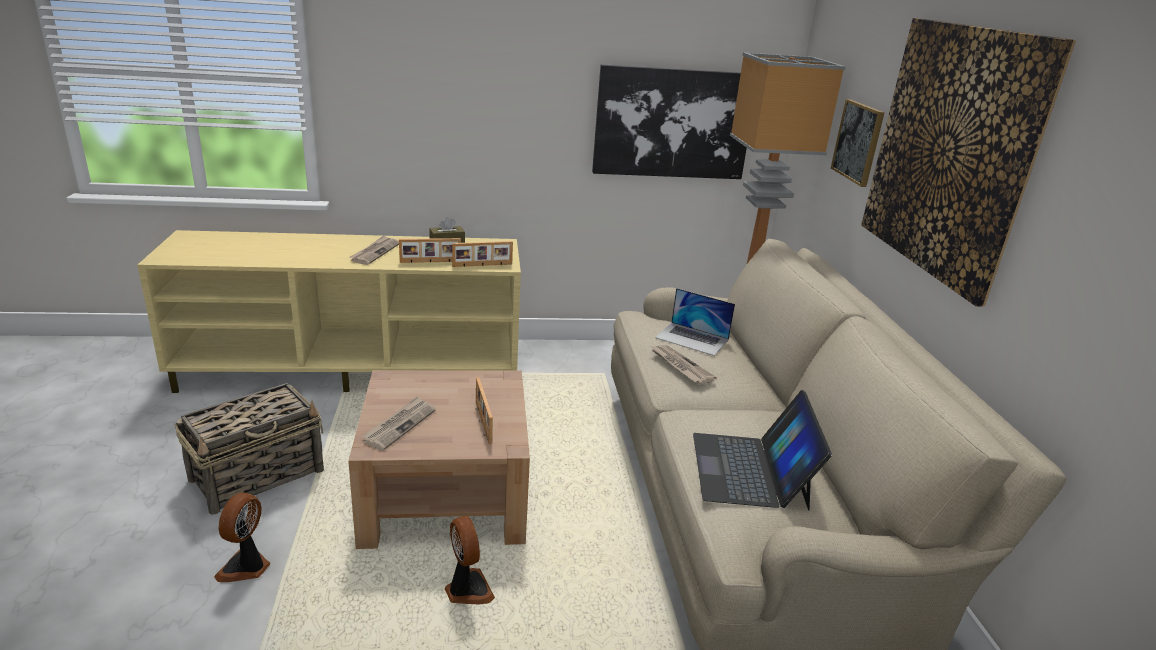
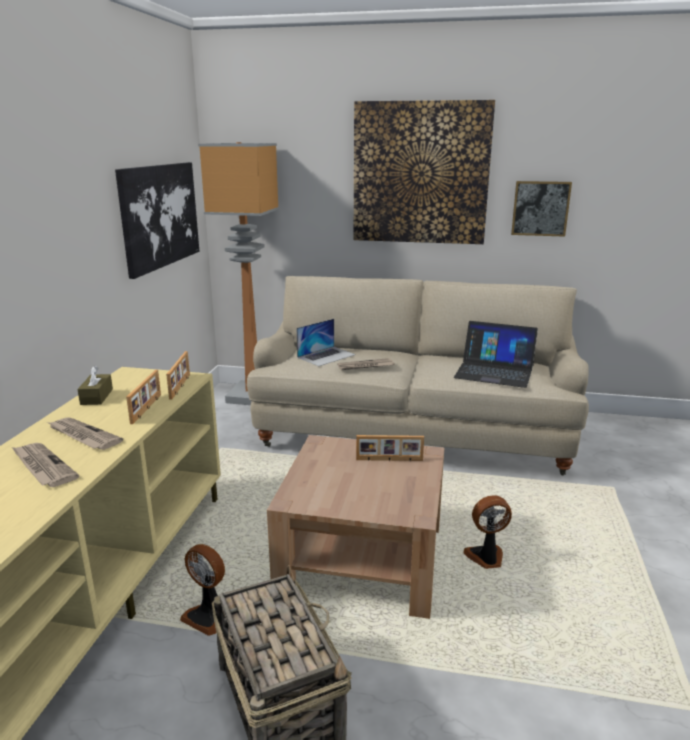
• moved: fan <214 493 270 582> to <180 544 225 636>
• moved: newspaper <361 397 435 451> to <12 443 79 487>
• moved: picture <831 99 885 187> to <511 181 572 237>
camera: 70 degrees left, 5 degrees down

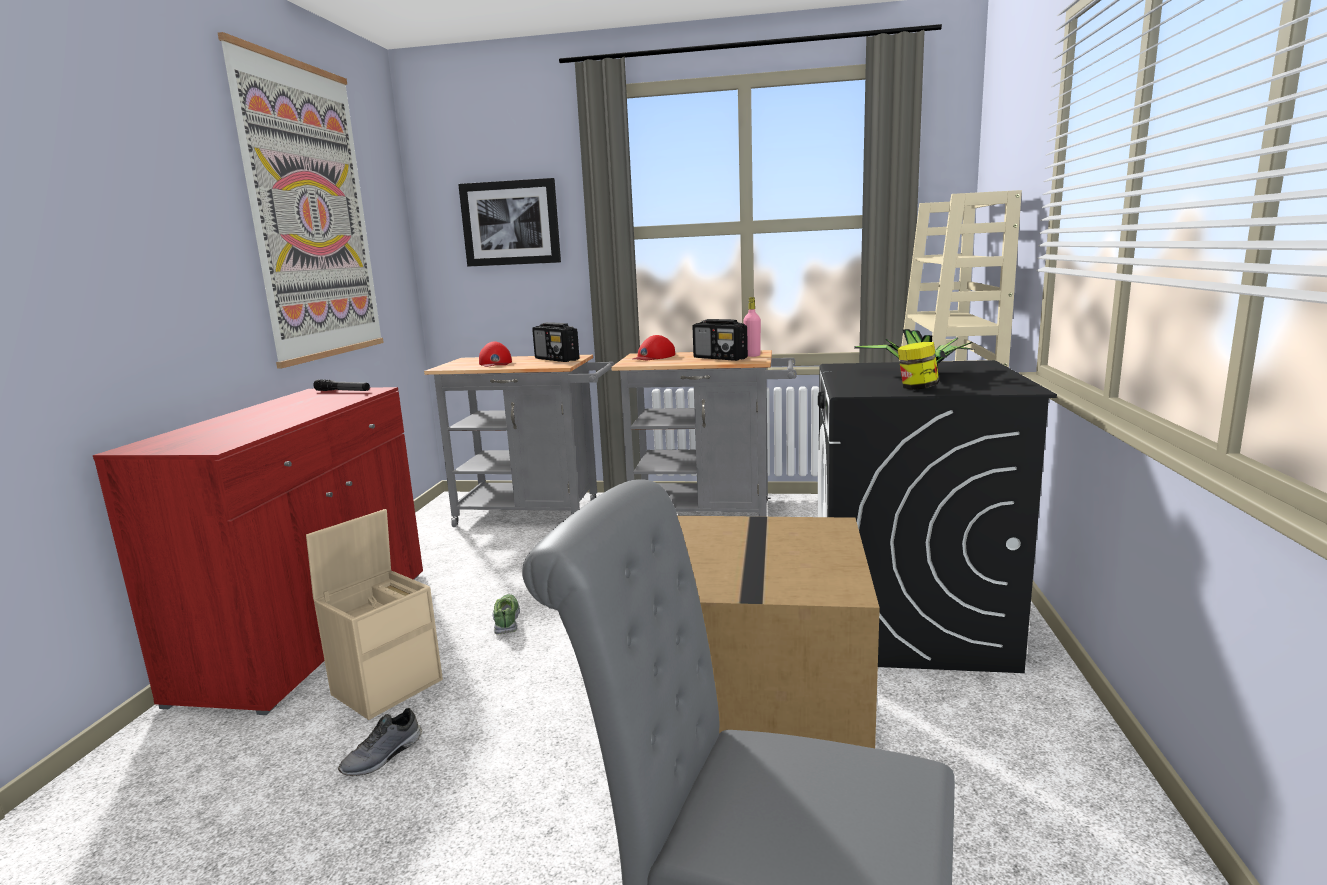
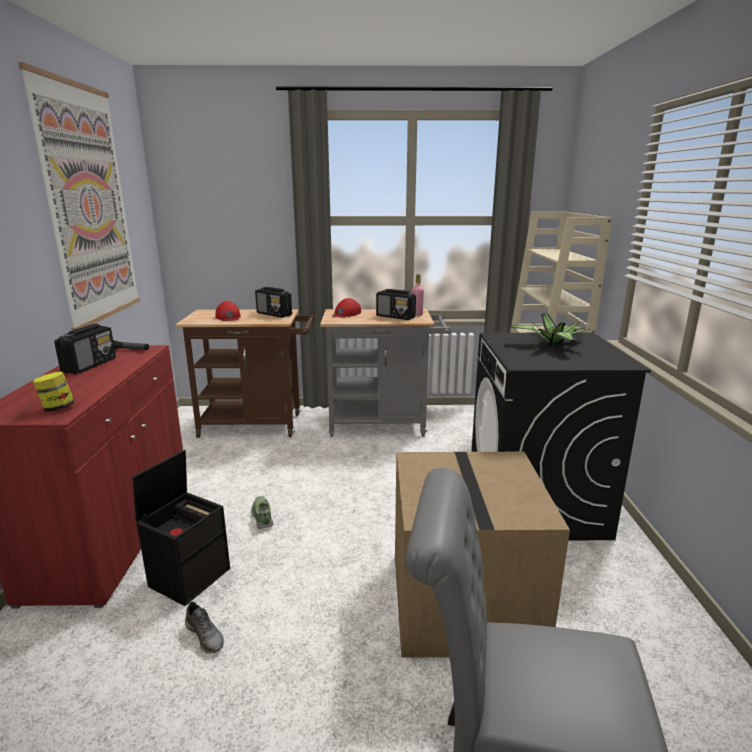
• recoloured: beige storage box <306 509 443 720> to black storage box <132 450 230 606>
• turned: grey shoe <338 708 422 776> = <185 602 224 654> 75 degrees counterclockwise
• recoloured: grey cart <424 355 615 527> to brown cart <175 309 315 438>
• removed: picture <458 178 561 267>
• moved: jar <898 342 939 390> to <33 372 74 412>
• added: radio <54 324 116 374>
camera: 10 degrees left, 5 degrees up

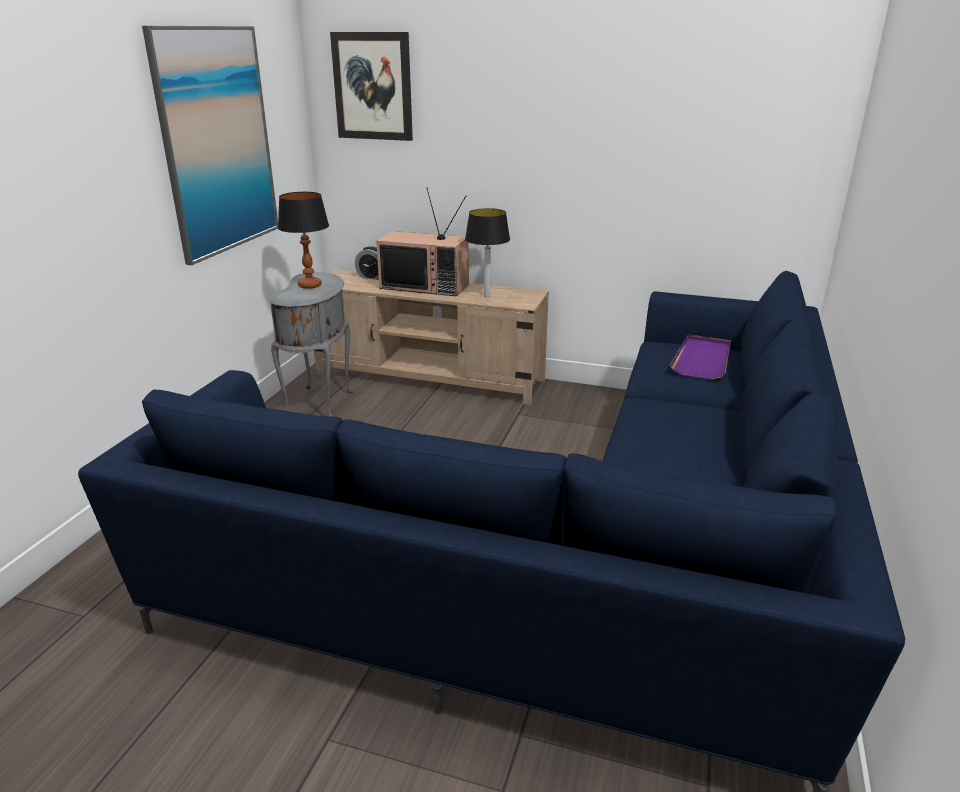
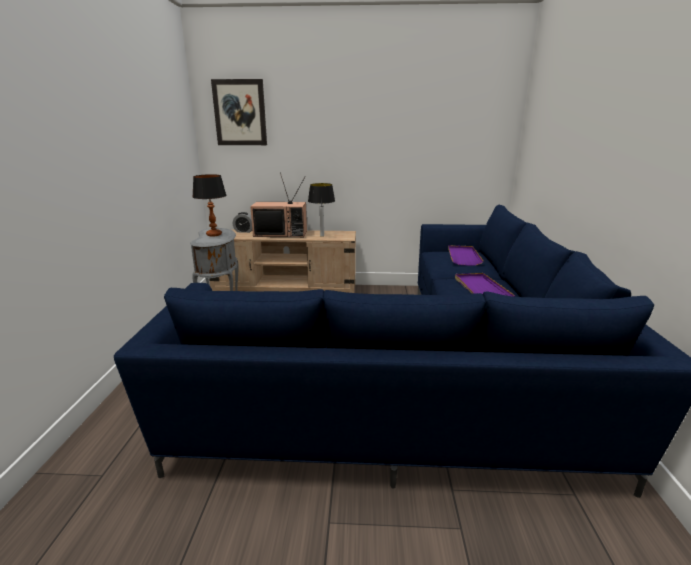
• removed: picture <142 25 278 265>
• added: purple tray <455 273 515 297>
camera: 15 degrees left, 5 degrees down

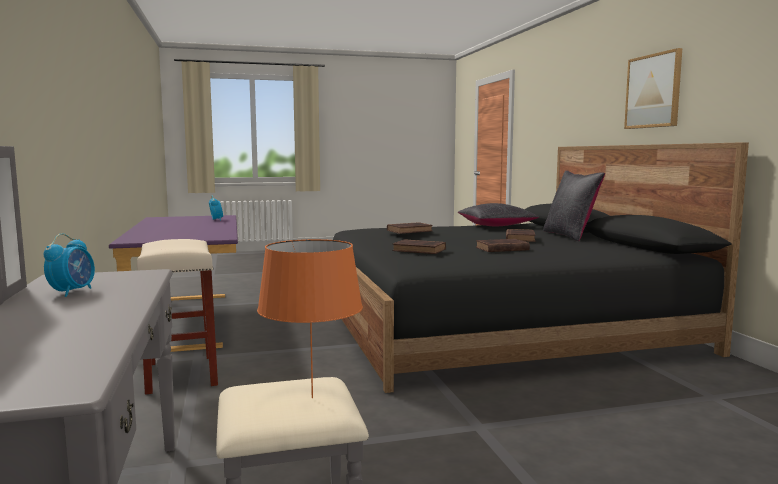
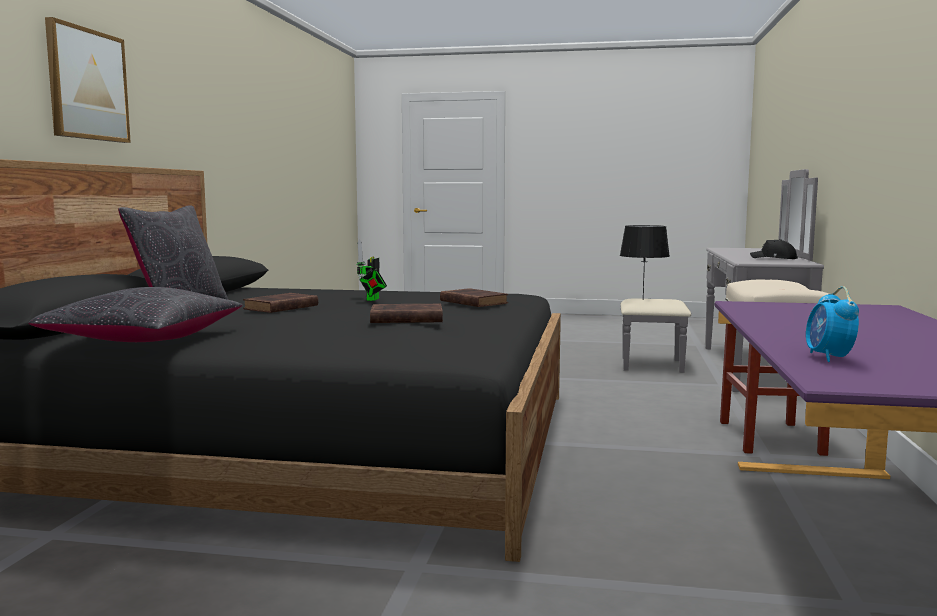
• replaced: alarm clock <44 233 95 297> to black cap <750 239 798 259>
• recoloured: orange table lamp <257 239 363 398> to black table lamp <620 225 670 297>
• replaced: brown book <476 239 530 252> to toy robot <356 239 387 301>
camera: 155 degrees left, 0 degrees up

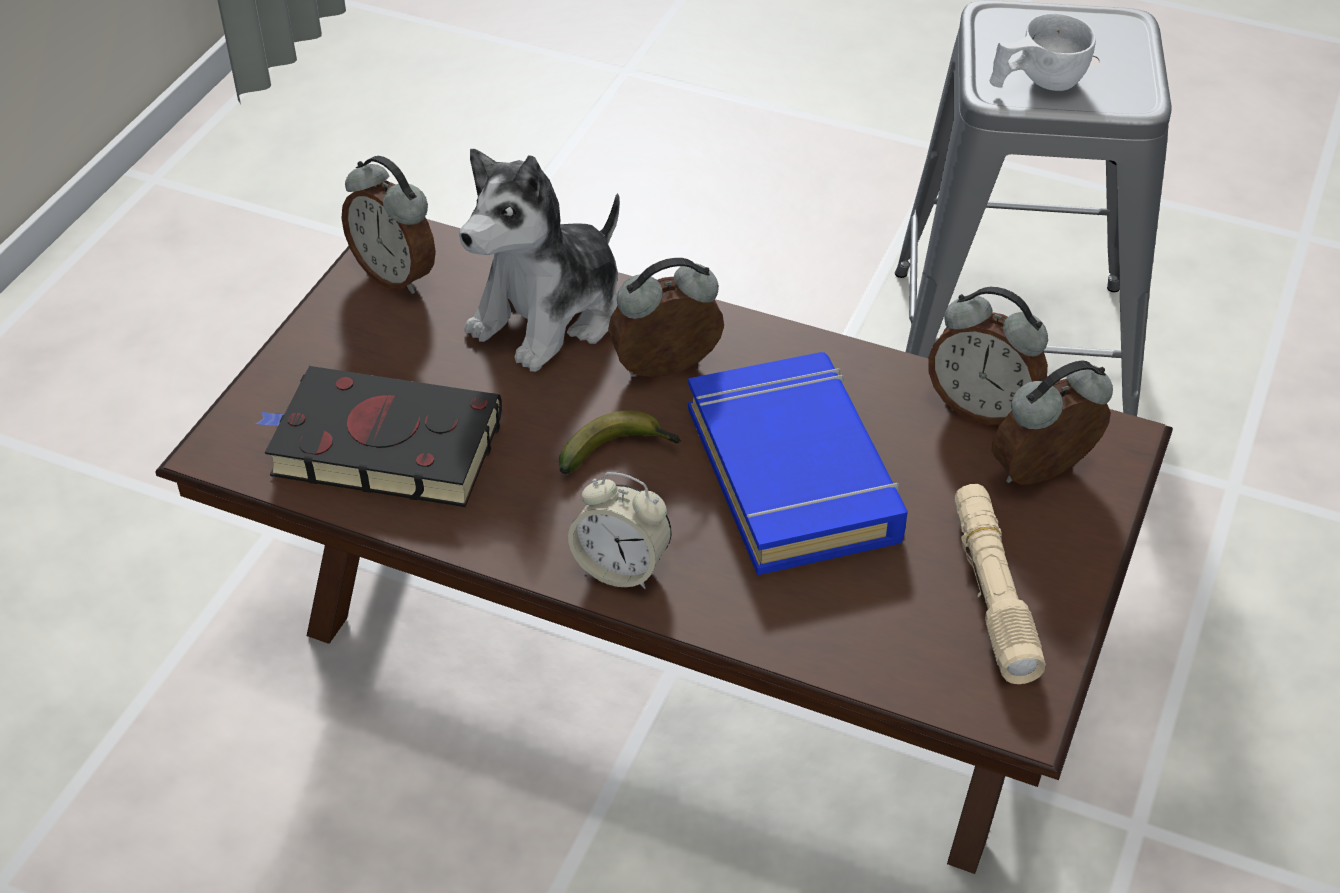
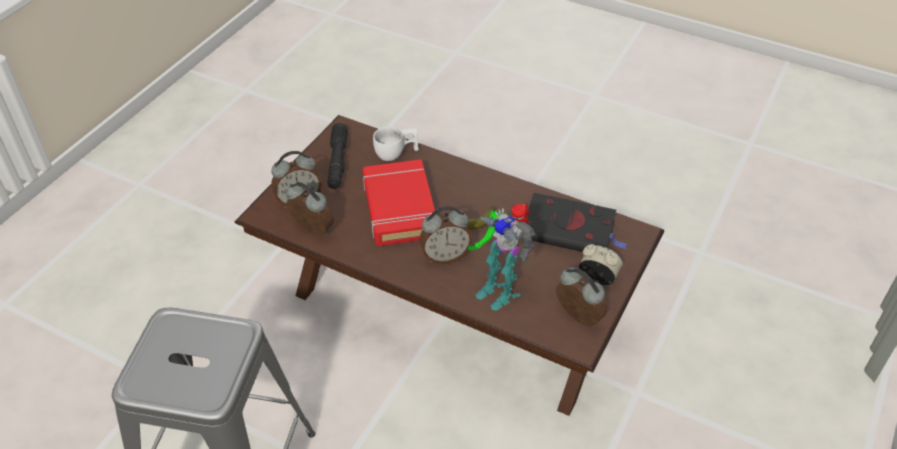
• replaced: plush toy <459 149 620 372> to toy robot <468 203 536 311>
• moved: alarm clock <568 472 672 589> to <579 244 623 285>
• recoloured: blue book <688 352 908 575> to red book <363 159 435 246>
• recoloured: beige flashlight <954 484 1046 684> to black flashlight <328 123 348 189>
• moved: white cup <990 13 1096 91> to <373 126 419 161>
camera: 175 degrees left, 0 degrees up

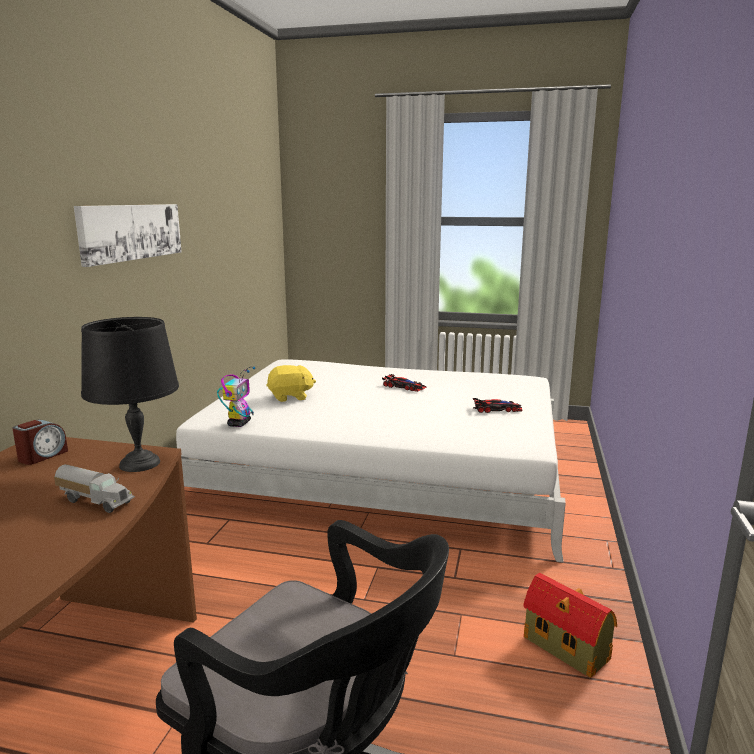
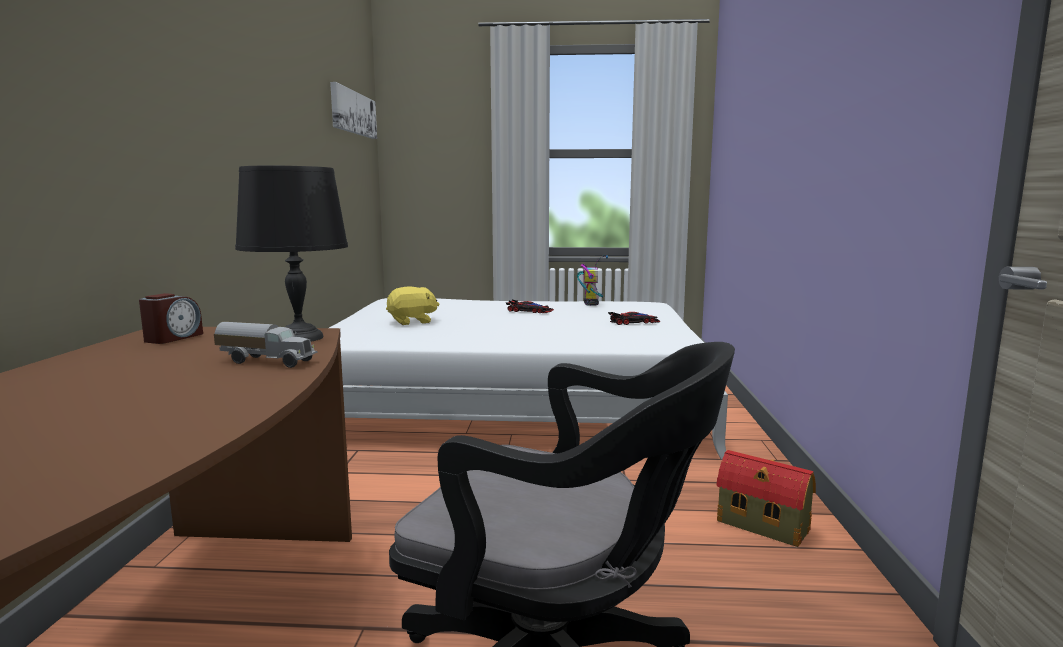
• moved: picture <74 204 182 267> to <330 82 377 139>
• moved: toy robot <217 366 255 427> to <577 255 608 306>
camera: 10 degrees left, 5 degrees down

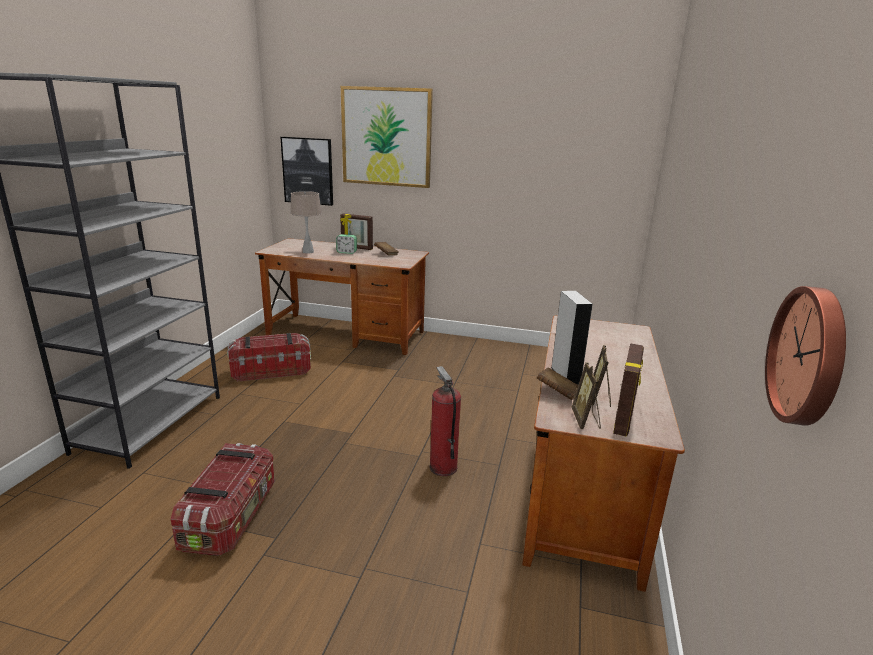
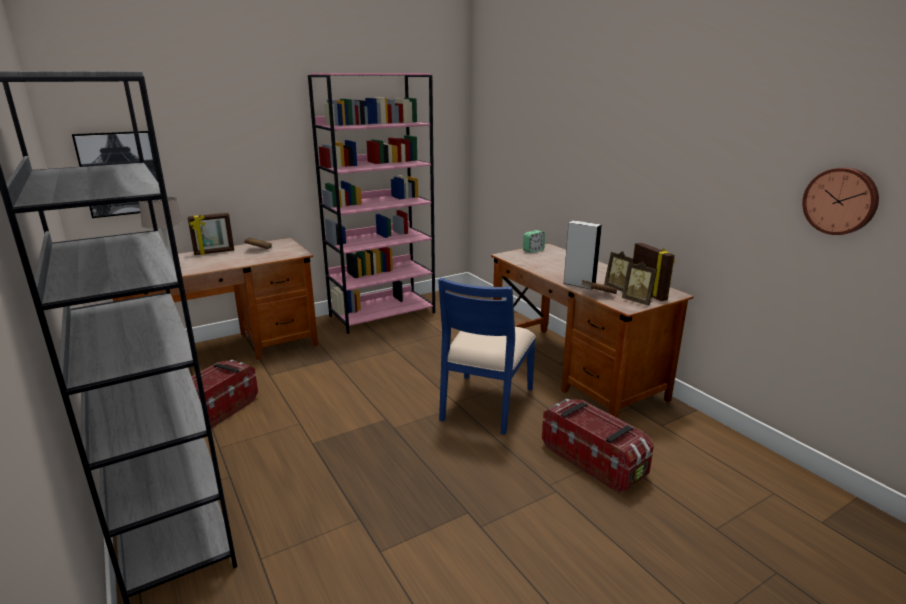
• moved: storage box <171 443 275 556> to <542 399 654 493>
• moved: alarm clock <336 234 357 254> to <523 230 545 253>
• removed: picture <341 86 433 188>
• replaced: fire extinguisher <429 366 461 476> to blue chair <438 278 536 435>
• added: pink bookcase <308 73 435 334>
camera: 45 degrees left, 0 degrees up

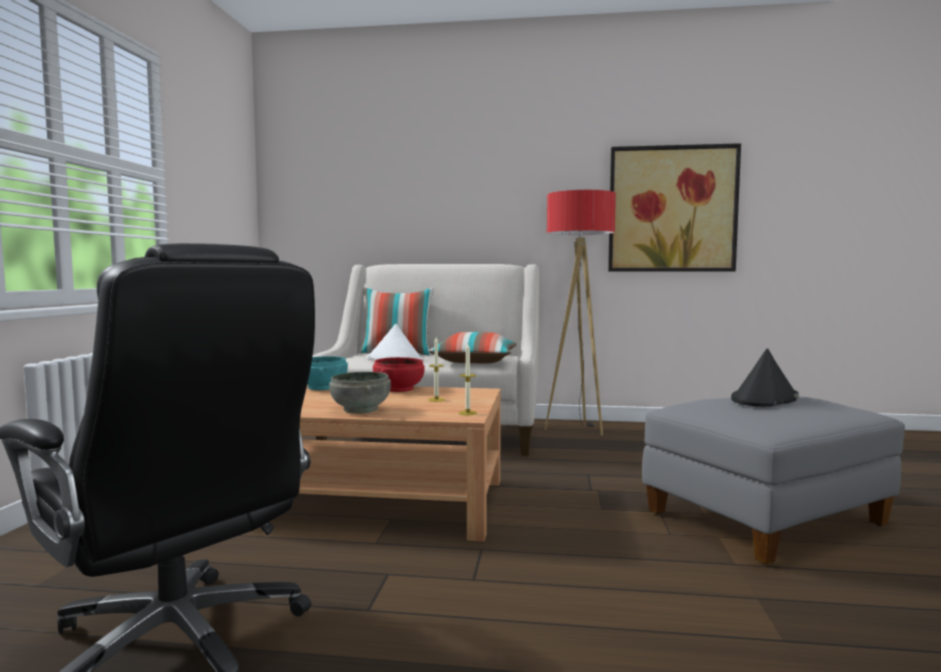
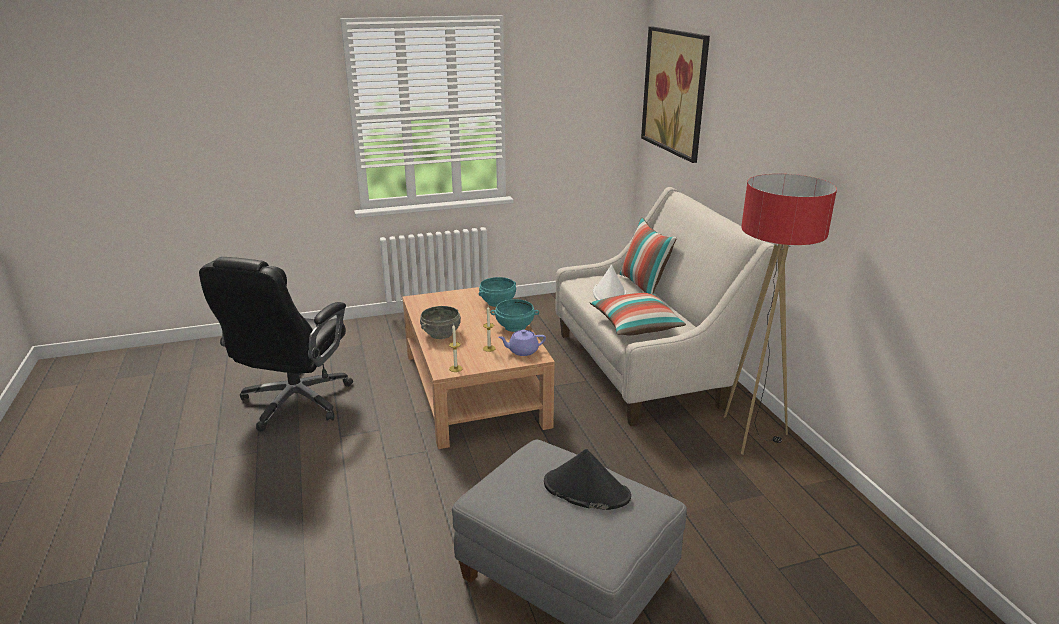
• recoloured: red bowl <373 357 425 392> to turquoise bowl <490 299 539 332>
• moved: picture <608 143 741 272> to <641 26 710 163>
• added: purple teapot <498 329 546 356>
camera: 65 degrees right, 20 degrees up

